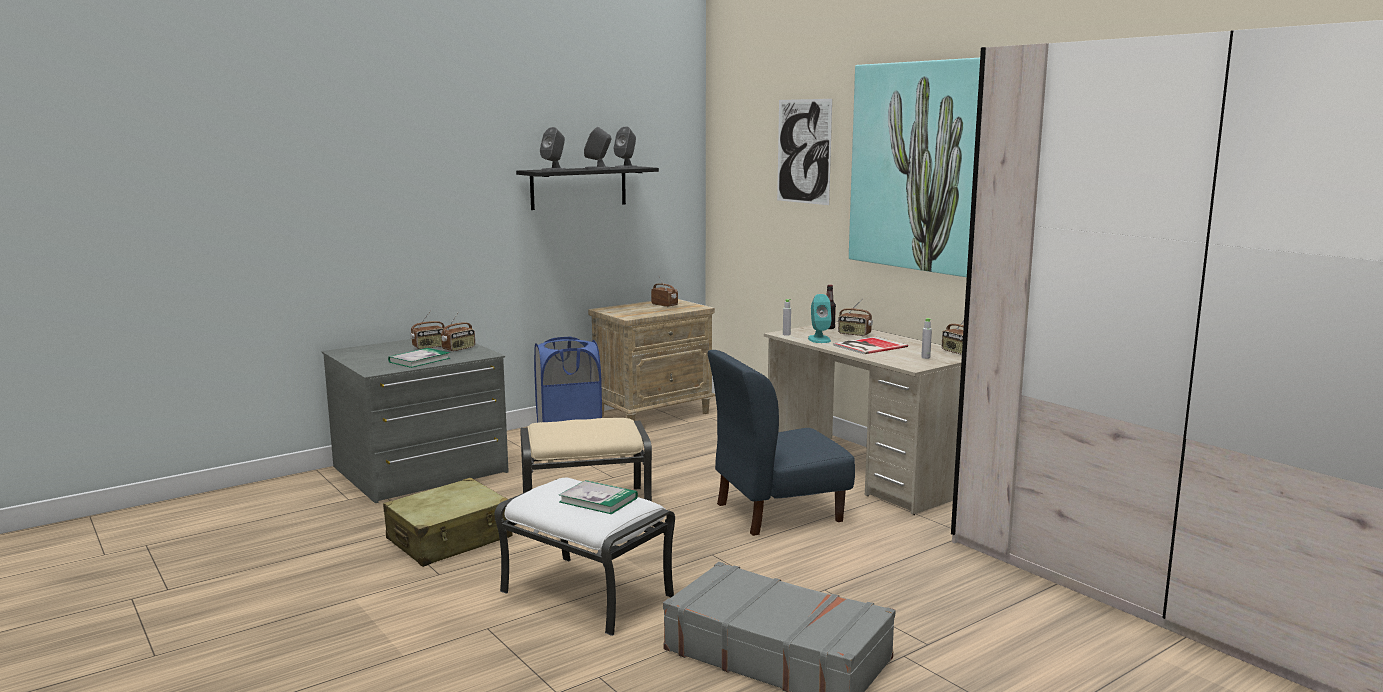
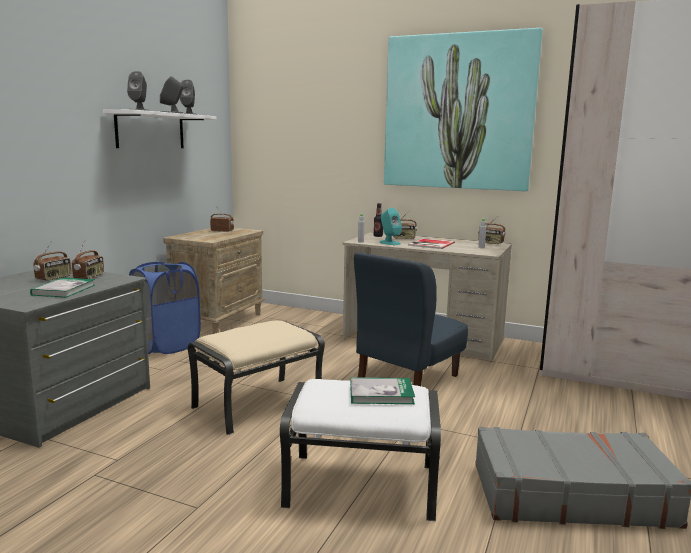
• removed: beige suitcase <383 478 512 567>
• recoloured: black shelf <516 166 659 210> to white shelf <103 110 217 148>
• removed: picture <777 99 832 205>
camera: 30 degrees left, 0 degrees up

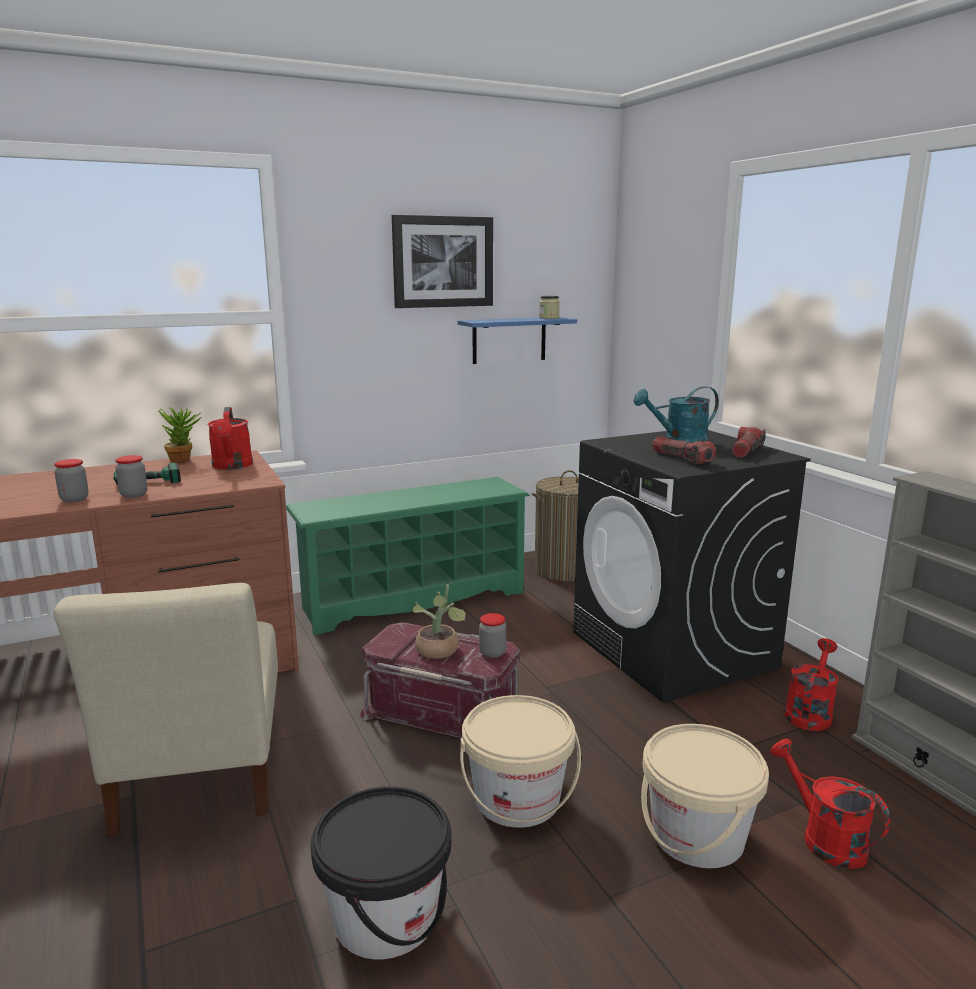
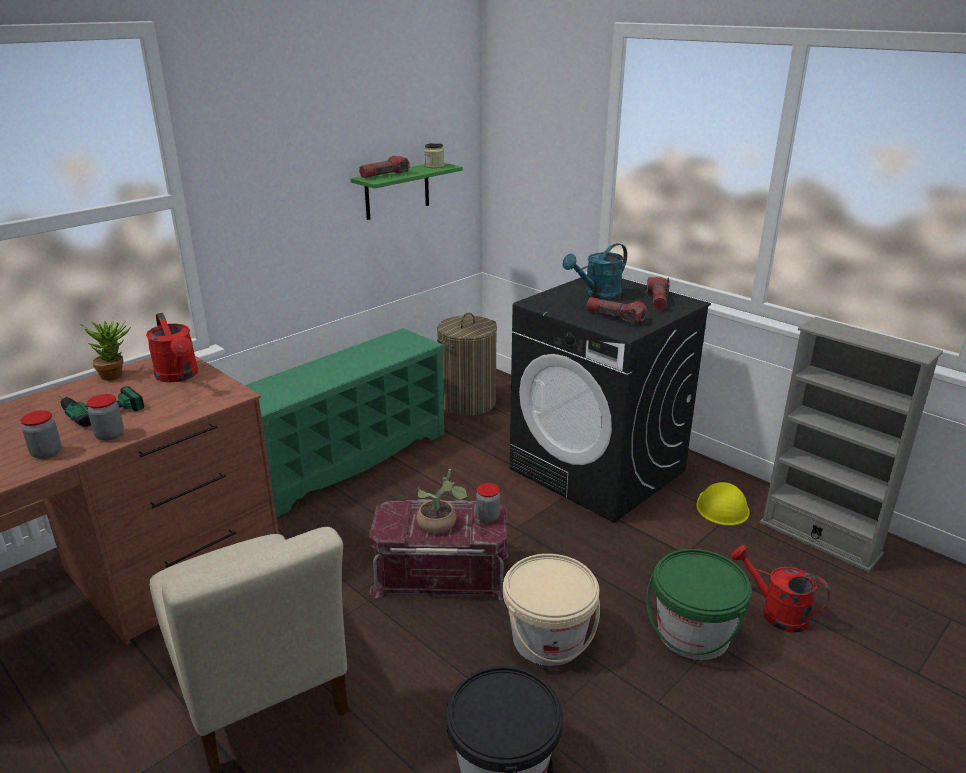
• removed: picture <392 215 493 308>
• recoloured: blue shelf <458 317 577 364> to green shelf <351 163 463 220>
• recoloured: beige bucket <641 724 769 868> to green bucket <646 549 752 660>
• replaced: red watering can <784 638 839 731> to yellow hard hat <696 482 750 526>
• added: flashlight <359 156 410 178>
camera: 20 degrees left, 10 degrees up

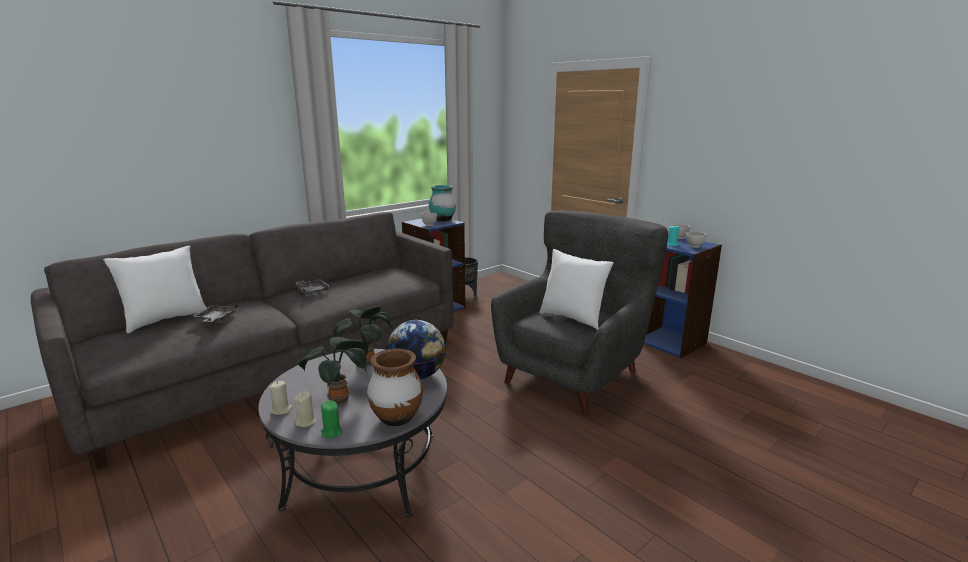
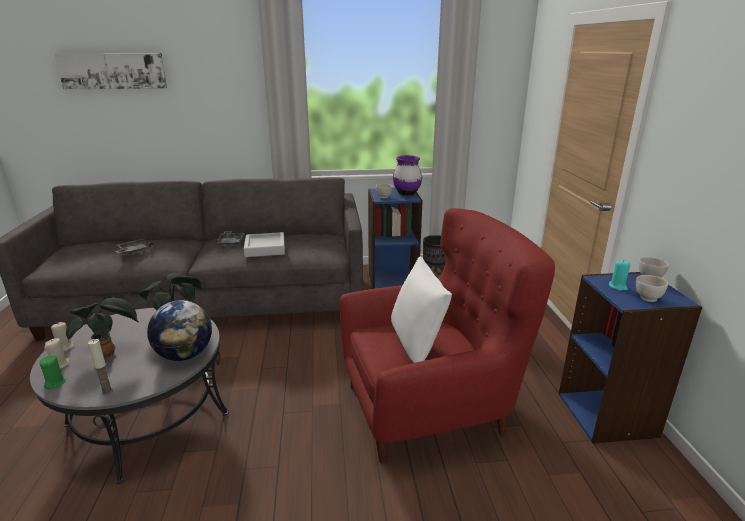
• removed: white pillow <103 246 207 333>
• replaced: brown vase <367 349 423 426> to candle <88 339 113 395>
• recoloured: turquoise vase <429 185 456 222> to purple vase <393 155 422 196>
• recoloured: grey armchair <491 211 669 415> to red armchair <340 208 555 464>
• added: picture <54 53 167 89>
• added: grey tray <244 232 285 257>
camera: 35 degrees right, 5 degrees up

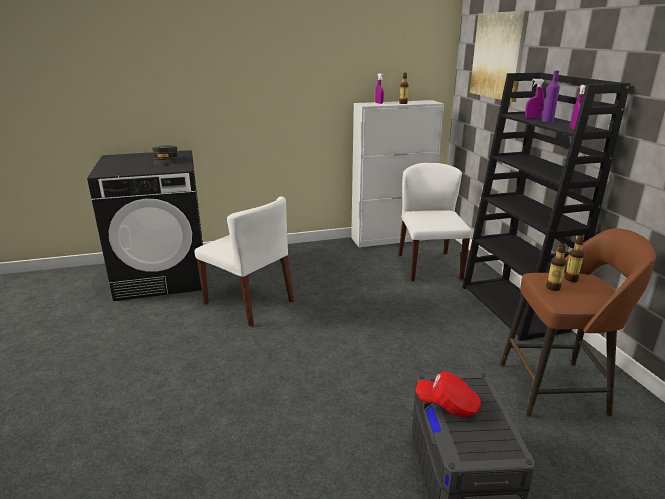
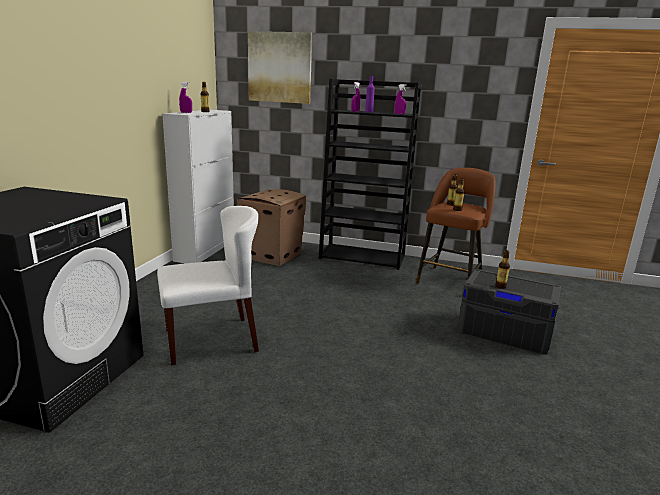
• removed: grey cap <152 145 178 165>
• replaced: white chair <399 163 472 281> to cardboard box <237 189 307 266>
• replaced: red cap <416 372 481 417> to bottle <495 250 510 289>
camera: 60 degrees left, 5 degrees down

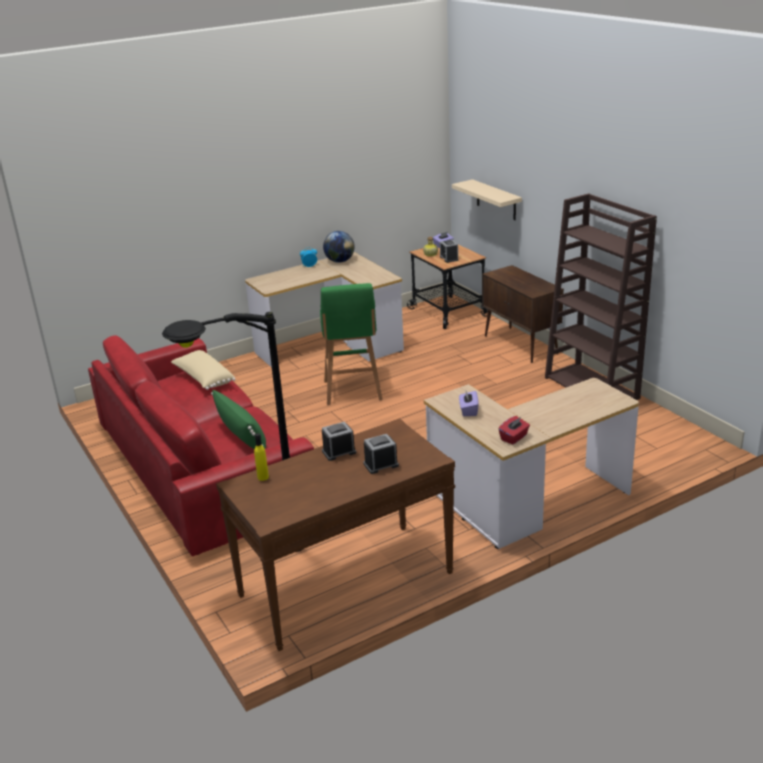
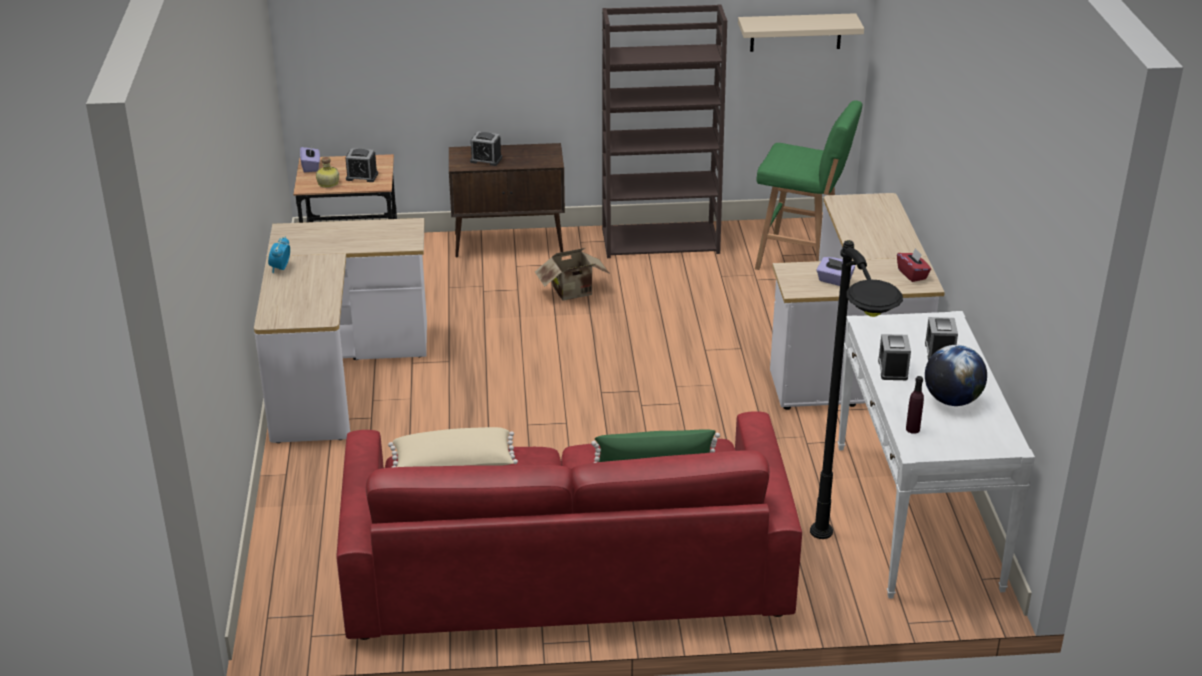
• recoloured: brown console table <216 419 455 651> to white console table <838 311 1035 599>
• recoloured: yellow bottle <254 433 269 481> to purple bottle <906 376 924 434>
• moved: green stool <320 283 383 405> to <755 100 862 270>
• moved: globe <323 231 355 263> to <925 345 987 406>
• moved: beige shelf <452 179 522 220> to <738 13 864 52>
• added: alarm clock <470 132 502 166>
• added: cardboard box <535 248 610 300>
camera: 65 degrees left, 5 degrees up

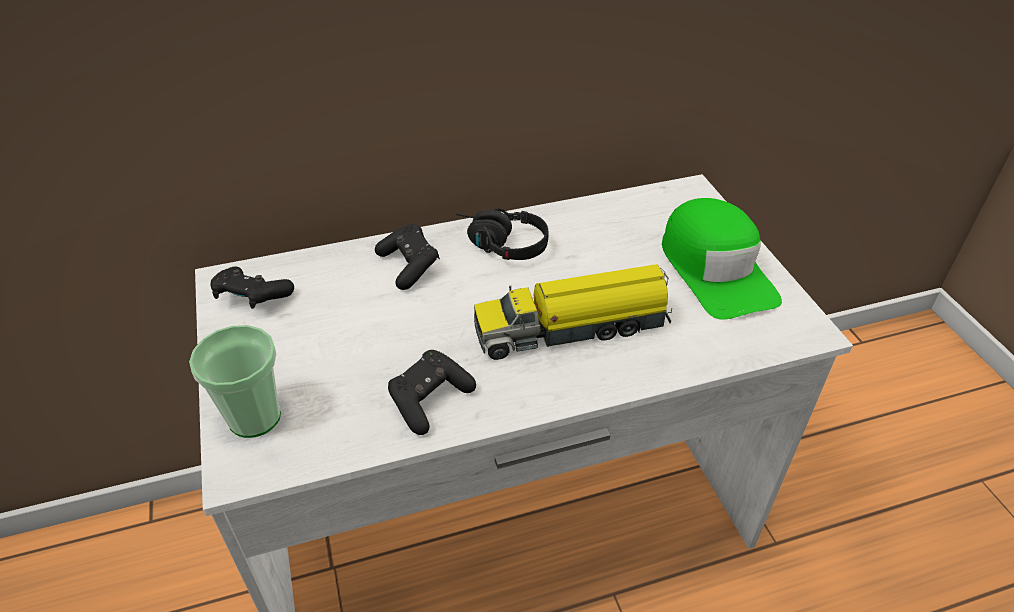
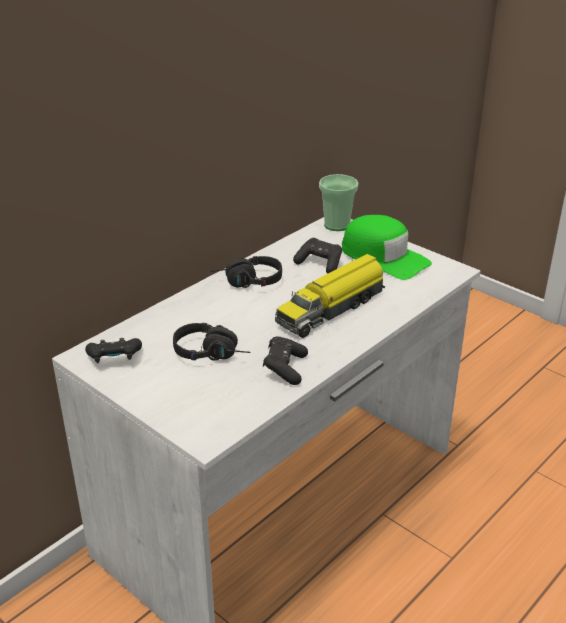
• moved: cup <189 325 281 438> to <319 174 358 231>
• moved: black game controller <375 224 440 290> to <293 238 342 274>
• added: black headphones <173 323 250 361>
camera: 30 degrees left, 10 degrees down

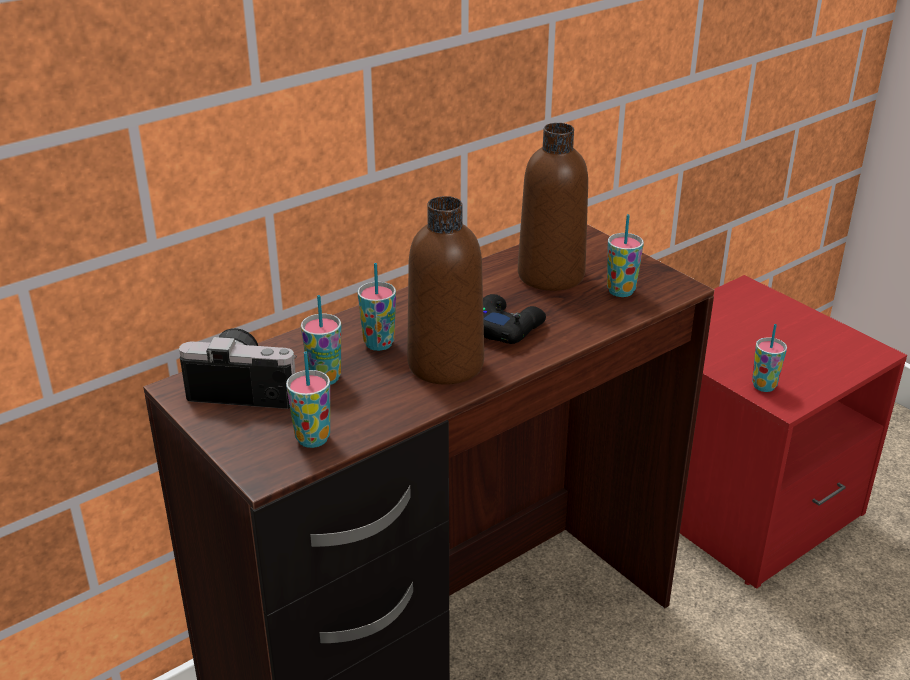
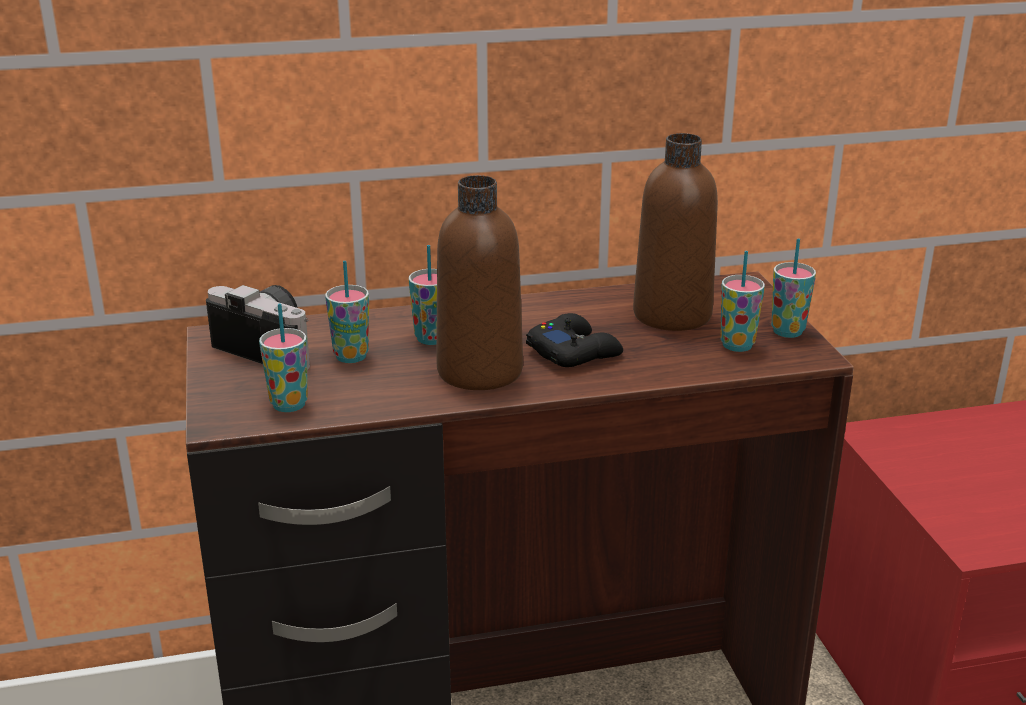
• moved: cup <752 324 787 392> to <771 239 816 338>
camera: 25 degrees right, 5 degrees down

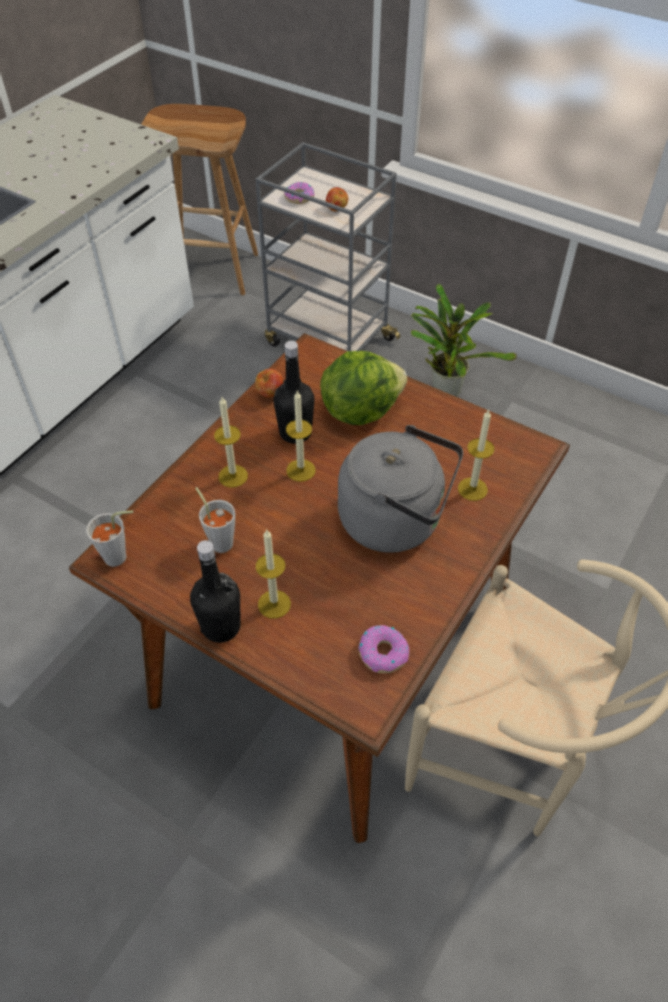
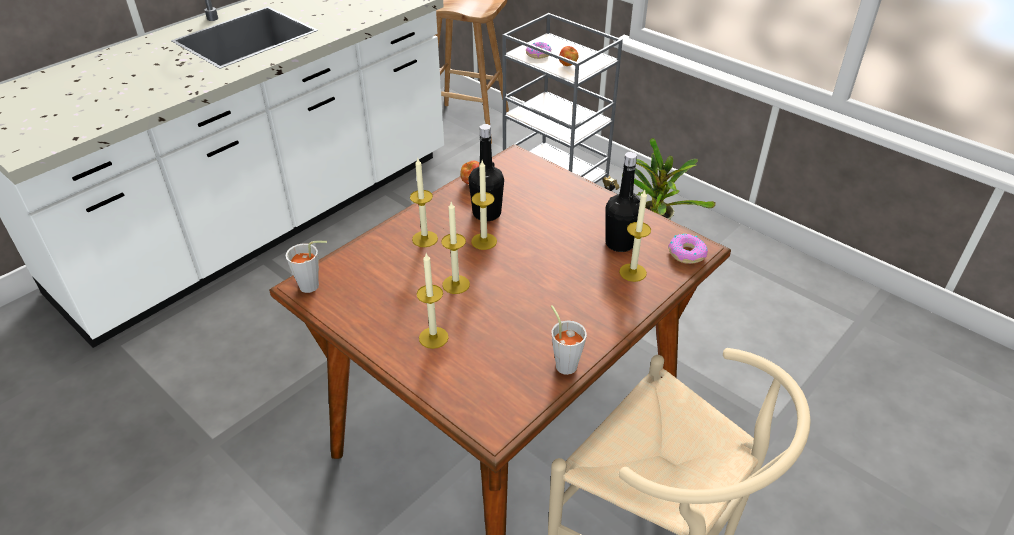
• moved: black bottle <190 540 240 643> to <605 152 640 252>
• moved: grey cup <195 487 235 553> to <551 305 587 375>
• removed: lettuce <320 351 407 425>
• removed: grey kettle <338 425 463 553>
• moved: donut <358 625 409 673> to <669 233 708 264>
• added: candle <441 202 470 294>
camera: 10 degrees right, 10 degrees down

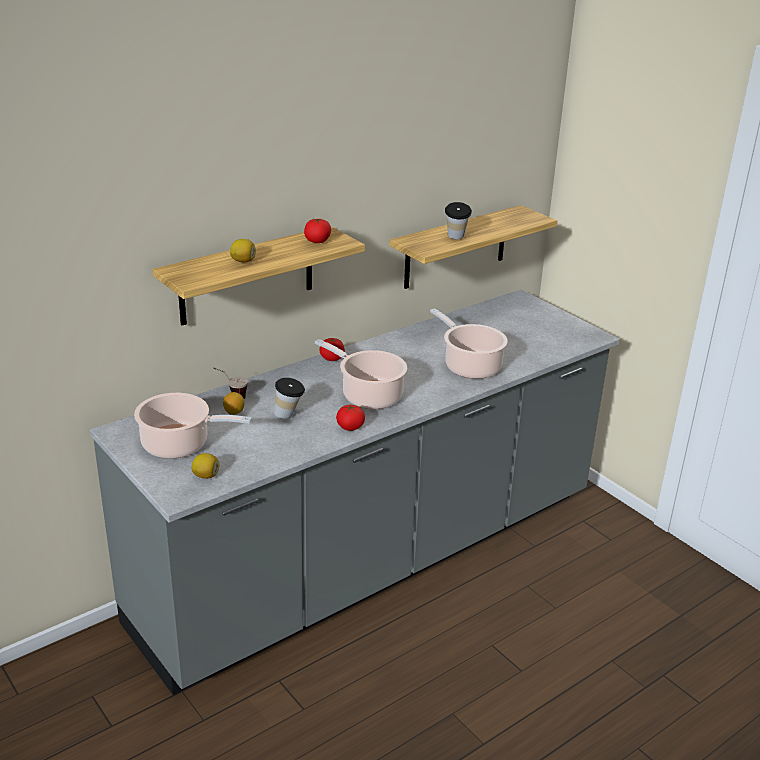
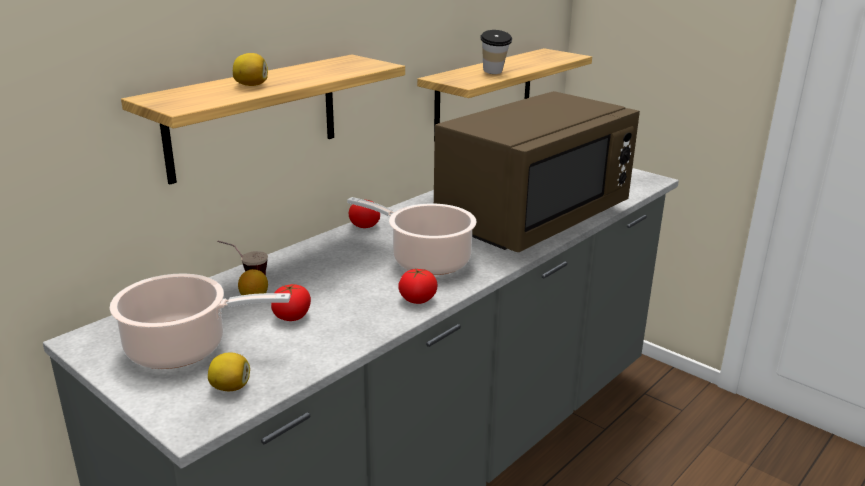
• removed: cup <274 378 305 419>
• moved: tomato <304 219 331 243> to <271 284 311 321>
• replaced: cooking pot <430 308 508 379> to brown microwave <434 91 640 252>
camera: 10 degrees left, 5 degrees down

